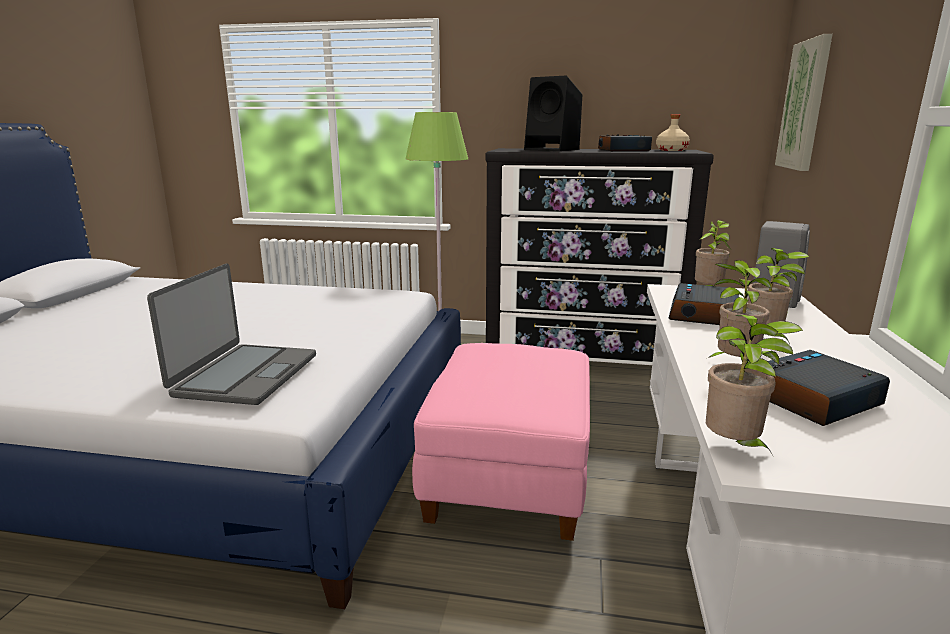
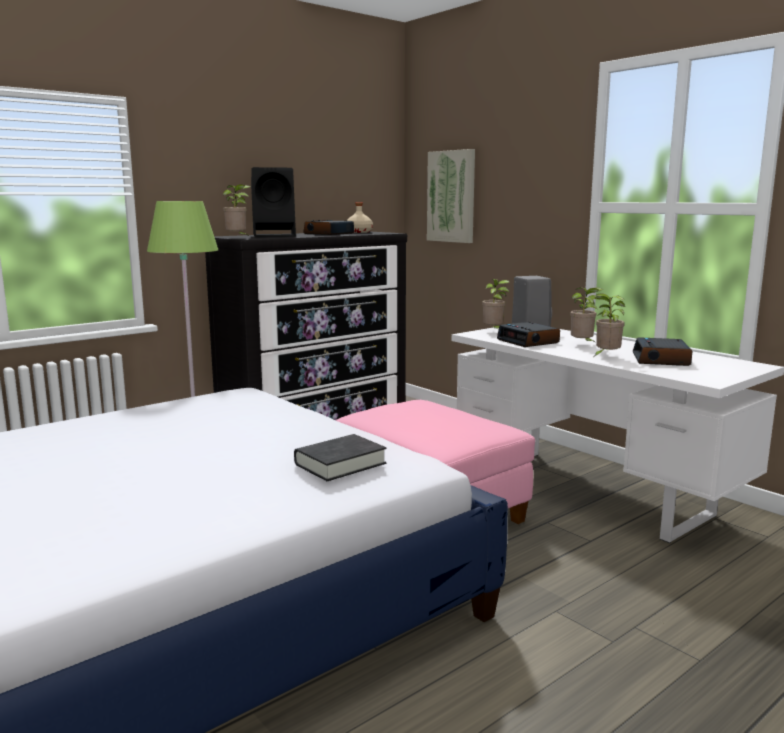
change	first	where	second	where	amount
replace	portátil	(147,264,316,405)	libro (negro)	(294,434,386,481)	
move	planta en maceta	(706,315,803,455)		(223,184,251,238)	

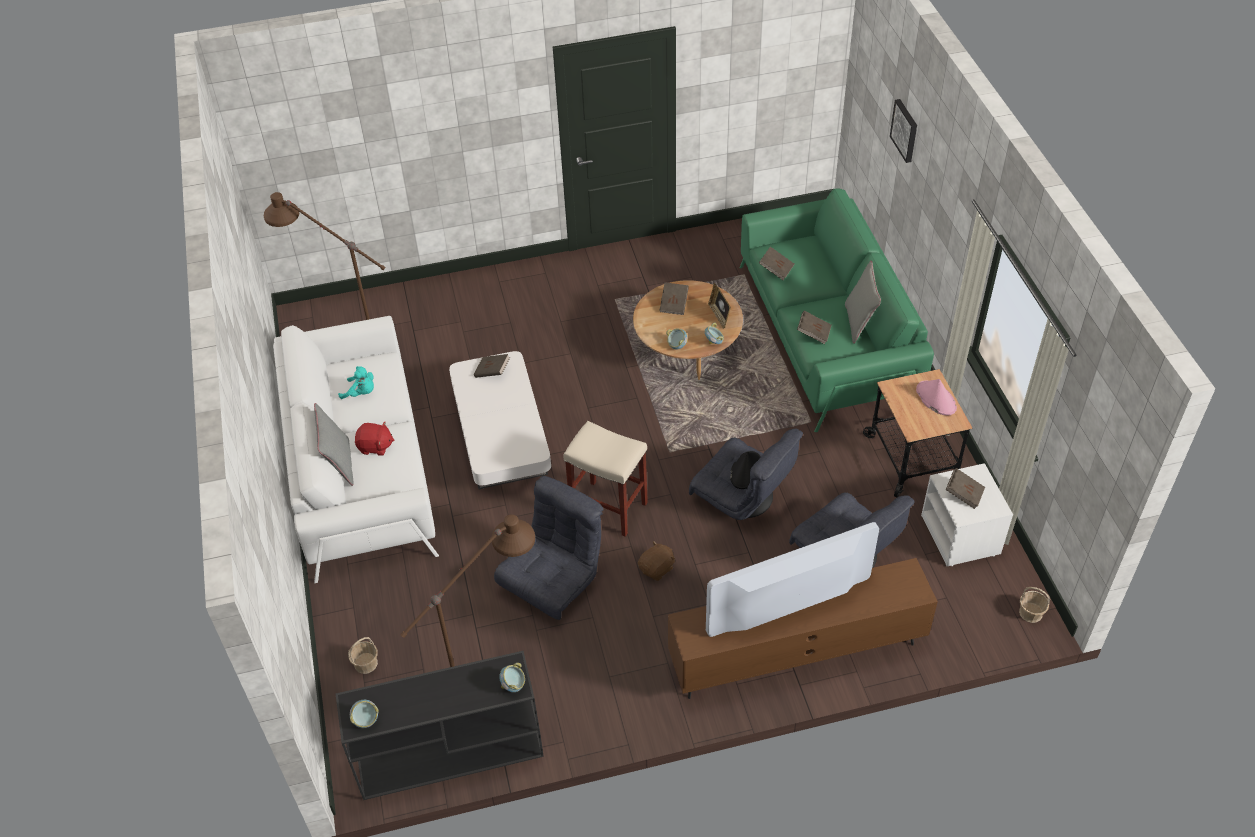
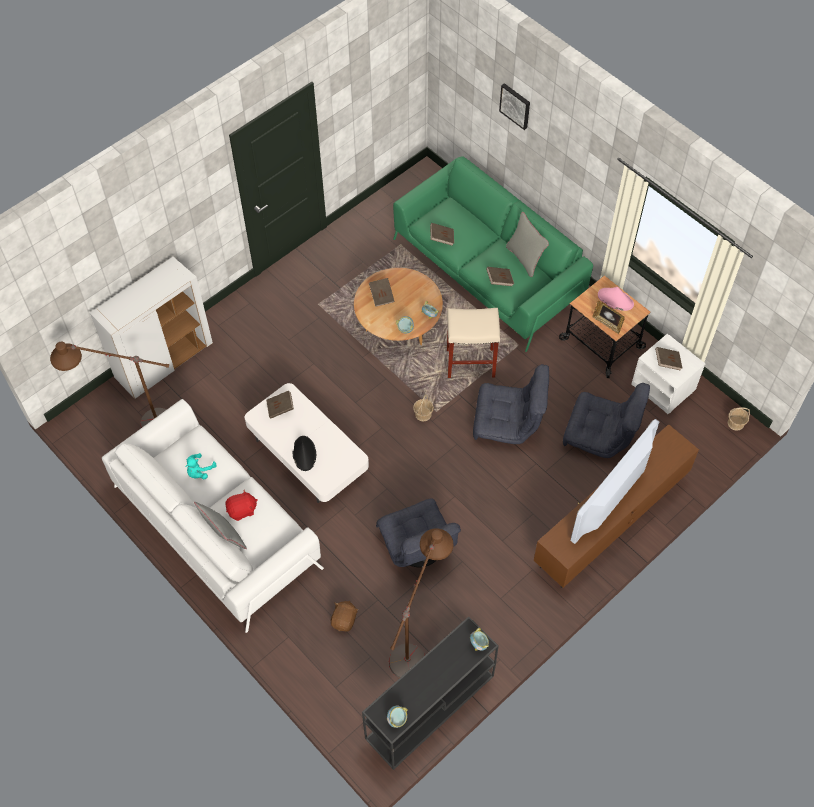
change	first	where	second	where	amount
rotate	peluche (turquesa)	(338,366,374,399)		(185,453,217,479)	135 degrees clockwise
move	cesta	(348,637,378,674)		(413,394,434,422)	
rotate	sillón (gris)	(494,476,603,620)		(376,498,461,567)	150 degrees clockwise
move	taburete (beis)	(563,421,648,537)		(447,308,500,378)	
move	peluche (marrón)	(638,541,675,581)		(331,601,358,631)	
move	portarretratos	(708,283,731,329)		(592,301,625,334)	
move	sombrero (negro)	(730,451,760,489)		(293,436,316,471)	
insert			armario (blanco)	(90,257,213,399)	

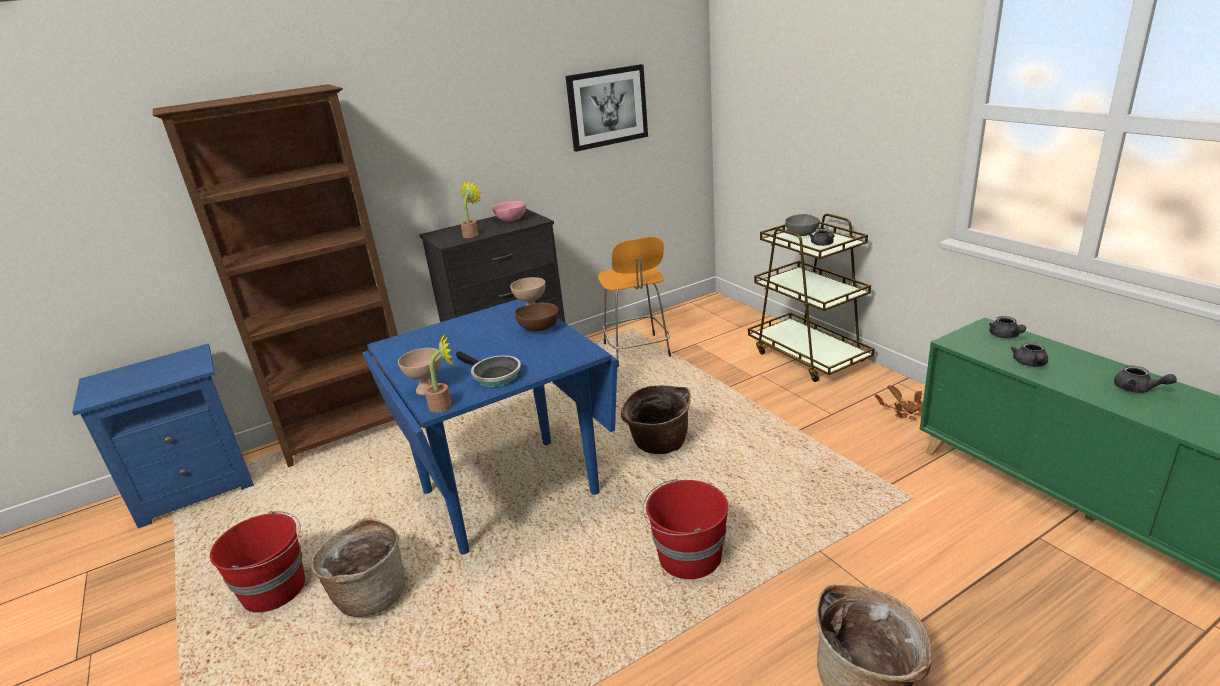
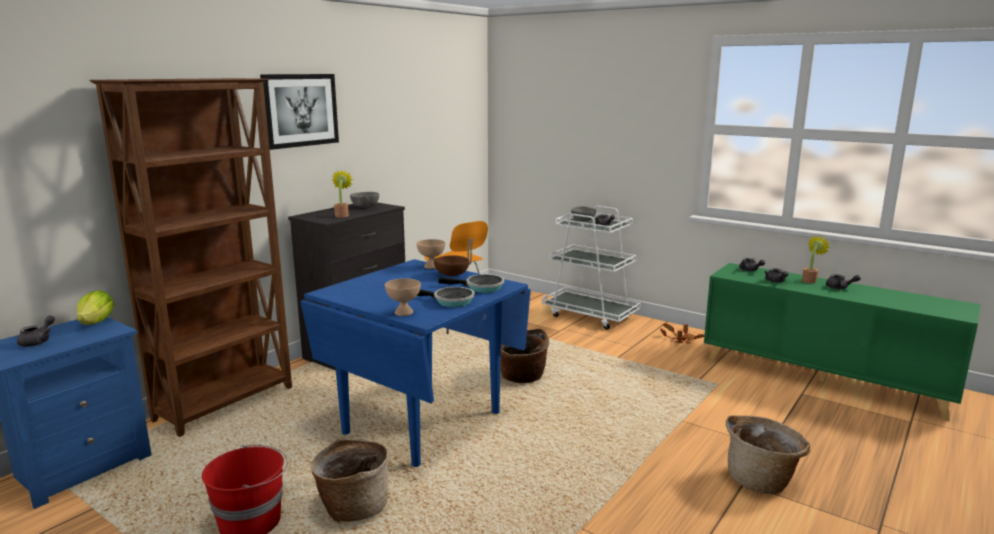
change	first	where	second	where	amount
move	planta en maceta	(425,332,454,413)		(802,235,830,283)	
recolor	cuenco (rosa)	(492,201,526,221)	cuenco (gris)	(350,192,379,208)	
move	cuadro	(565,64,648,152)		(260,74,339,150)	
delete	cubo (rojo)	(642,479,728,579)			
recolor	carrito (marrón)	(748,213,875,382)	carrito (blanco)	(542,206,641,330)	
insert			tetera (gris)	(17,315,55,347)	
insert			lechuga	(77,290,114,325)	
insert			sartén	(438,274,504,293)	

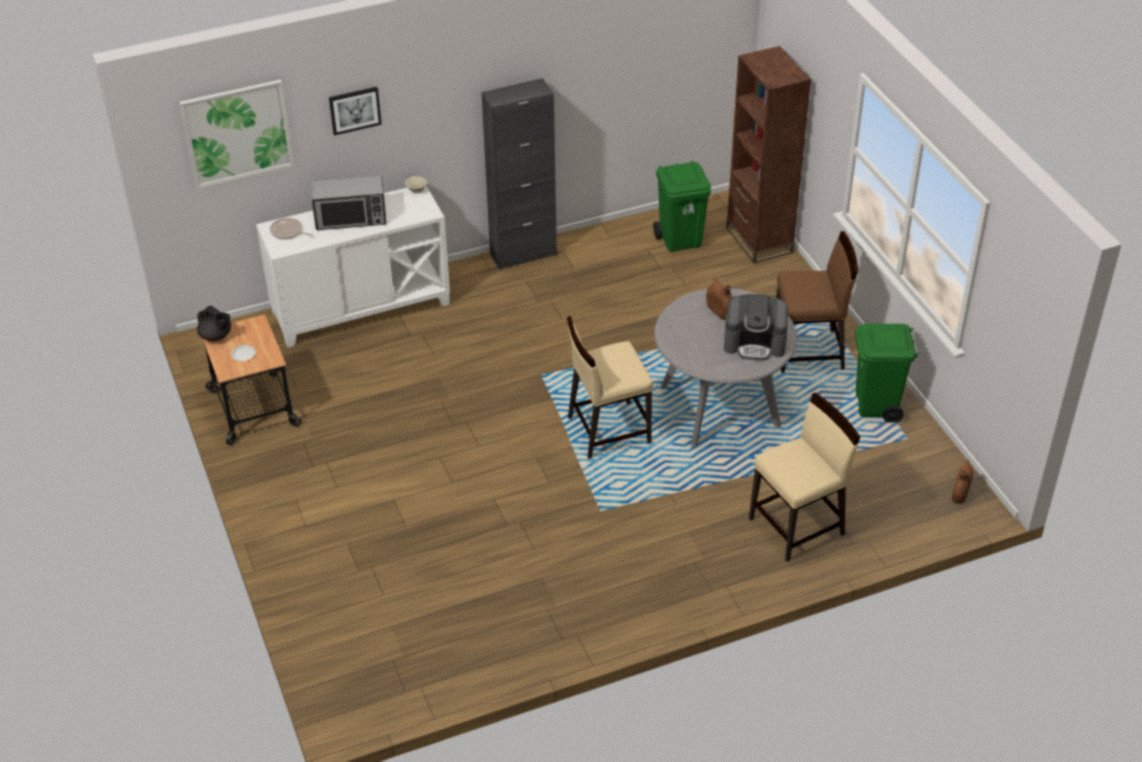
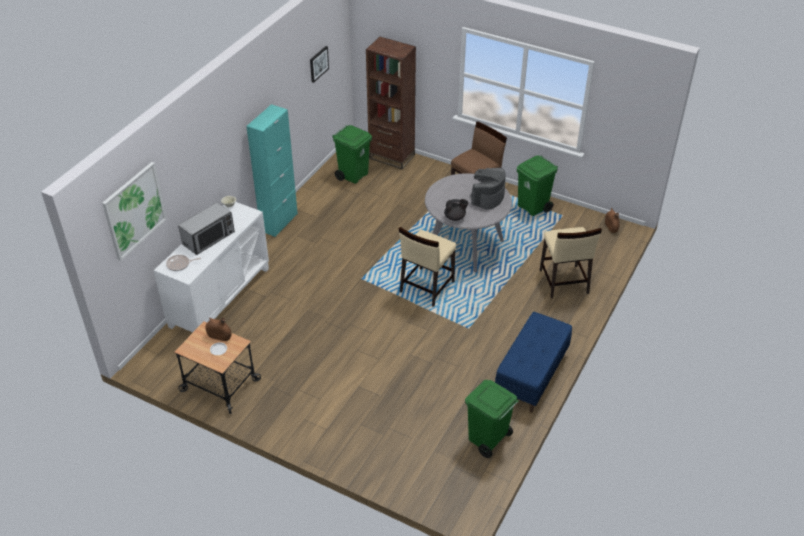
change	first	where	second	where	amount
move	tetera (negro)	(197,306,231,341)		(444,199,468,221)	
move	cuadro	(329,87,382,136)		(310,46,329,83)	
recolor	armario (negro)	(482,78,557,270)	armario (turquesa)	(246,104,298,237)	
move	florero (marrón)	(706,278,733,320)		(206,317,231,341)	
rotate	cafetera	(724,294,788,360)		(471,168,506,209)	150 degrees clockwise
rotate	silla (beis)	(749,393,860,562)		(540,227,602,298)	150 degrees clockwise
insert			papelera (verde)	(465,380,519,458)	
insert			banco (azul)	(495,312,572,412)	

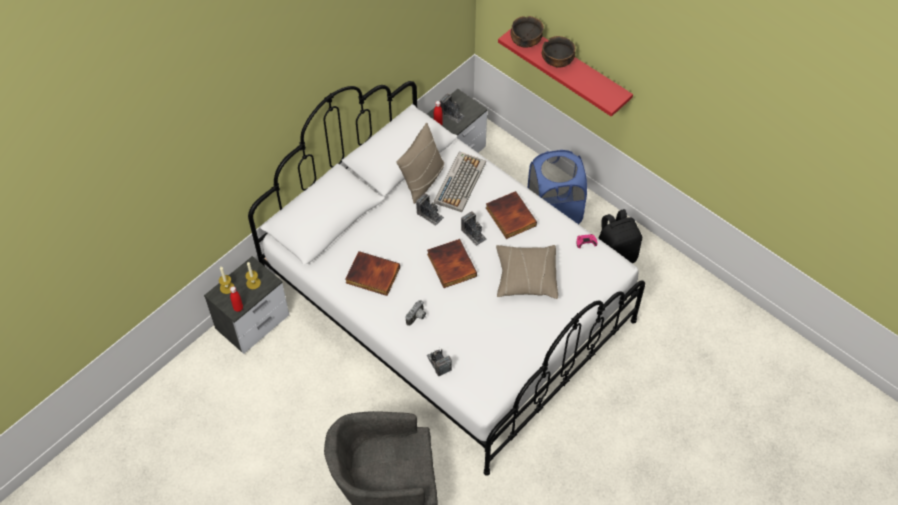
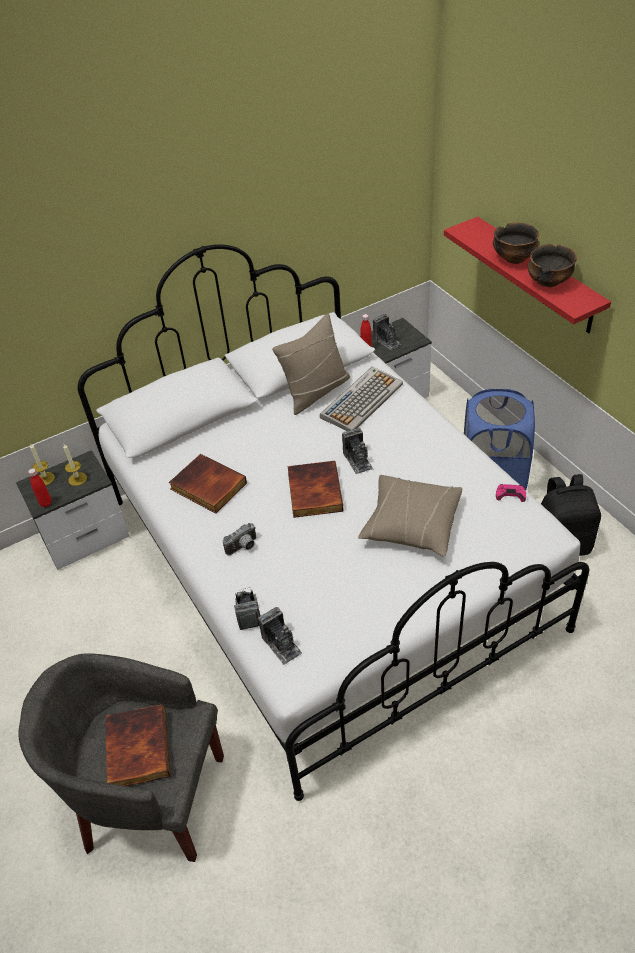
change	first	where	second	where	amount
move	cámara	(416,193,444,226)		(258,607,302,665)	
move	libro	(486,191,537,239)		(105,704,170,786)	
move	cuenco	(510,16,544,48)		(528,244,577,287)	

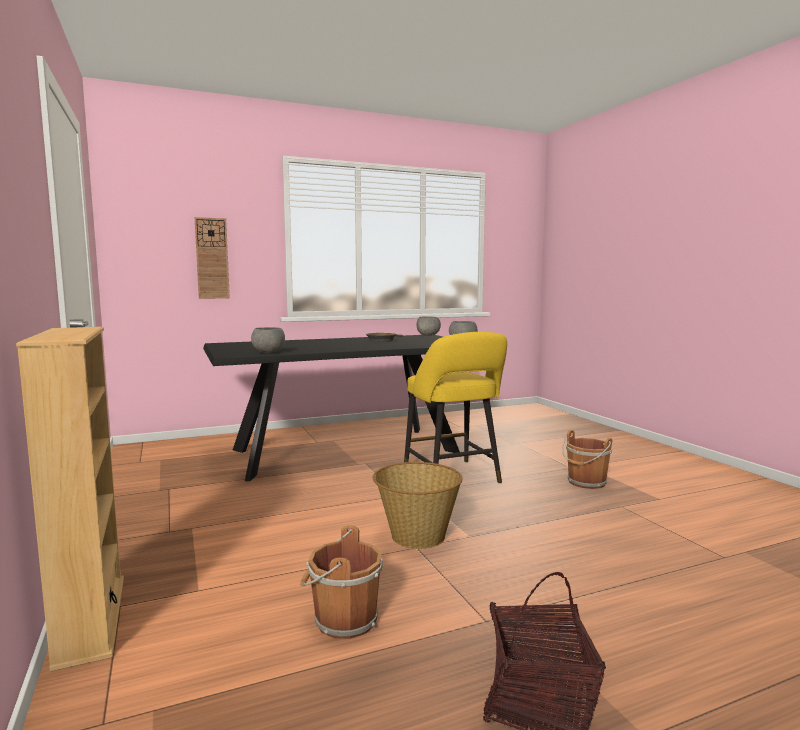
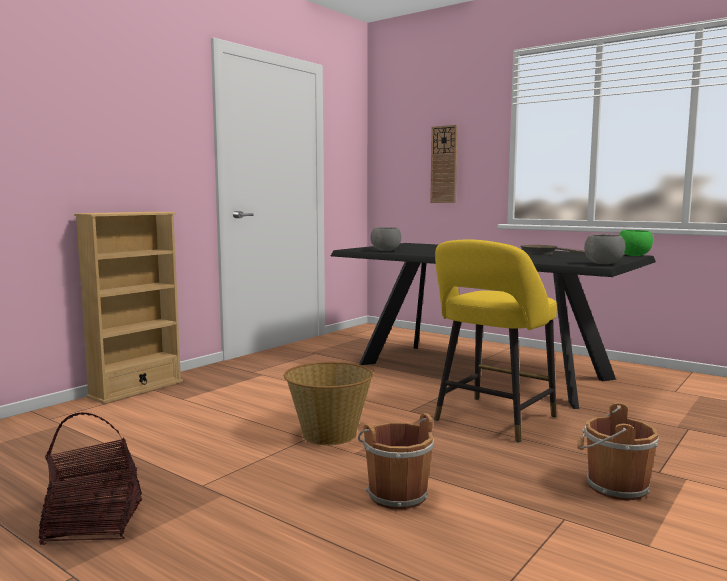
change	first	where	second	where	amount
move	cubo (marrón)	(300,525,383,639)		(358,413,434,509)	
recolor	cuenco (gris)	(416,316,441,336)	cuenco (verde)	(619,230,653,256)	

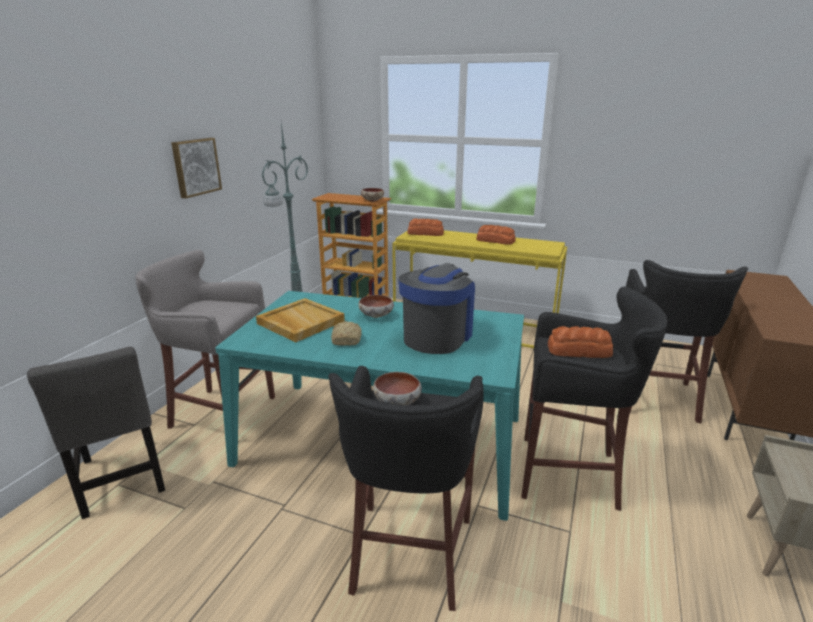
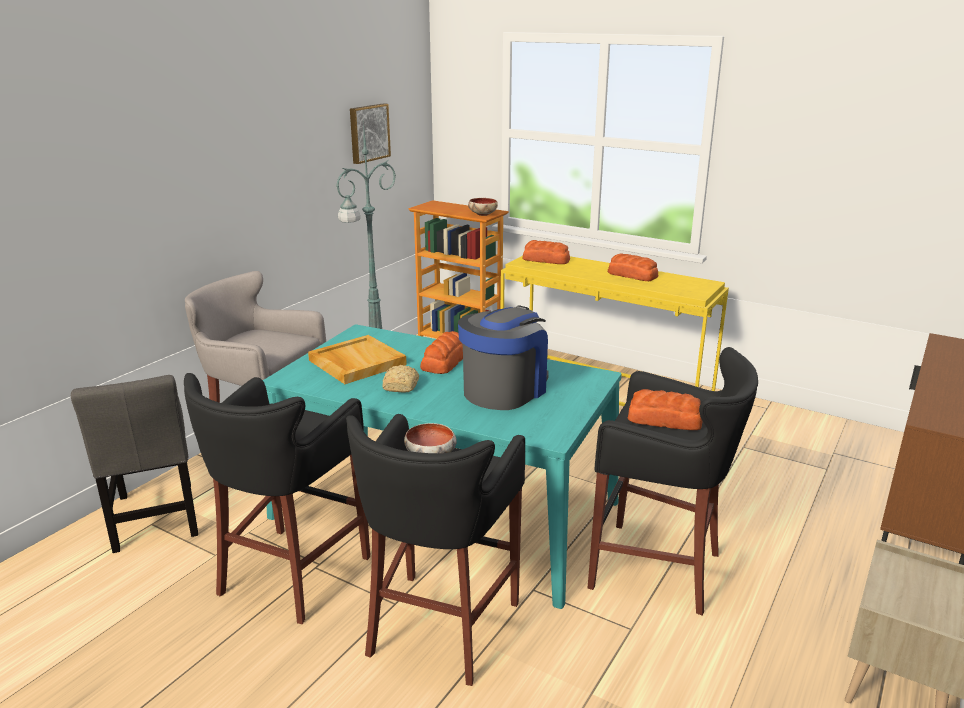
change	first	where	second	where	amount
move	cuadro	(171,138,222,198)		(350,103,391,164)	
replace	cuenco	(358,295,394,318)	pan	(420,331,463,374)	
move	taburete (negro)	(626,260,748,423)		(184,373,370,624)	

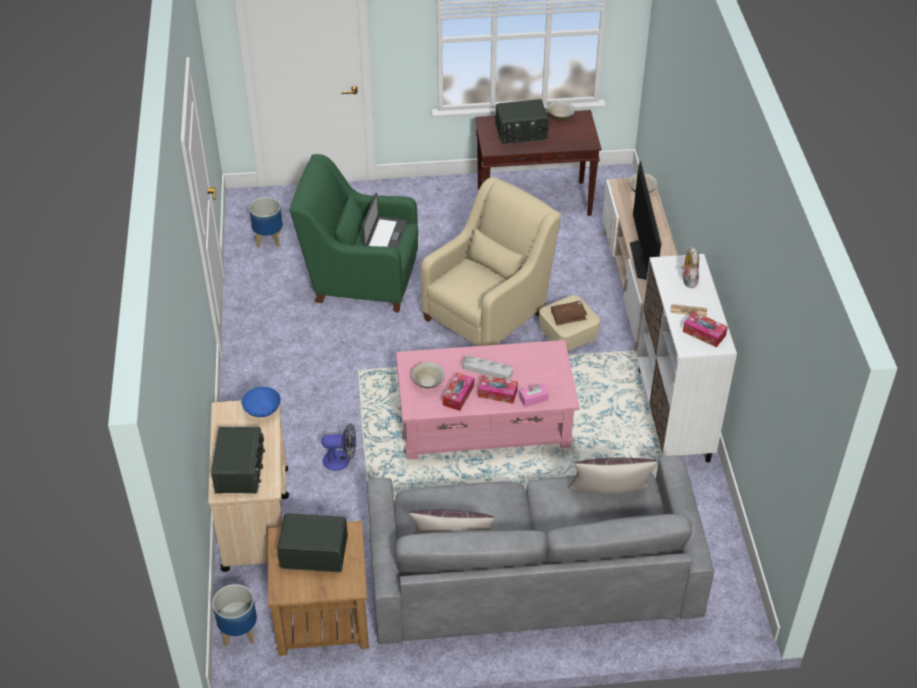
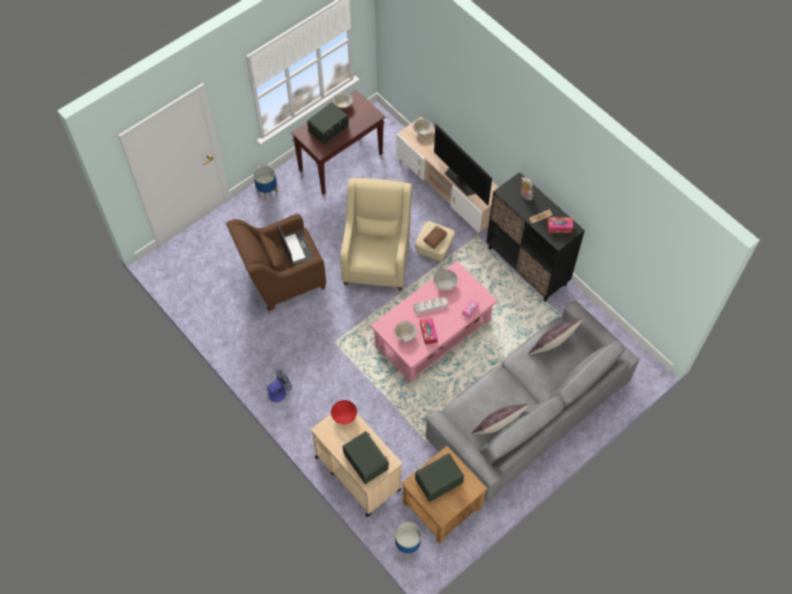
change	first	where	second	where	amount
recolor	cuenco (azul)	(242,387,281,417)	cuenco (rojo)	(331,400,357,424)	
move	maceta	(249,197,283,247)		(253,165,278,200)	
recolor	sillón (verde)	(290,154,418,313)	sillón (marrón)	(226,214,326,311)	
move	ventilador	(322,423,356,471)		(267,370,292,402)	
delete	caja de pañuelos	(478,375,518,404)			
recolor	armario (blanco)	(637,254,737,463)	armario (negro)	(486,172,585,302)	
insert			cuenco (gris)	(434,269,457,290)	

